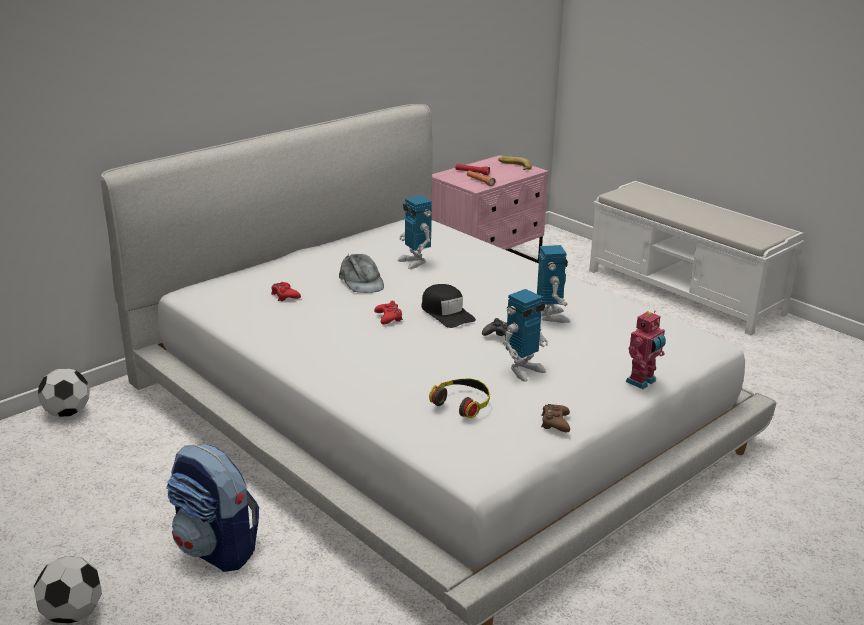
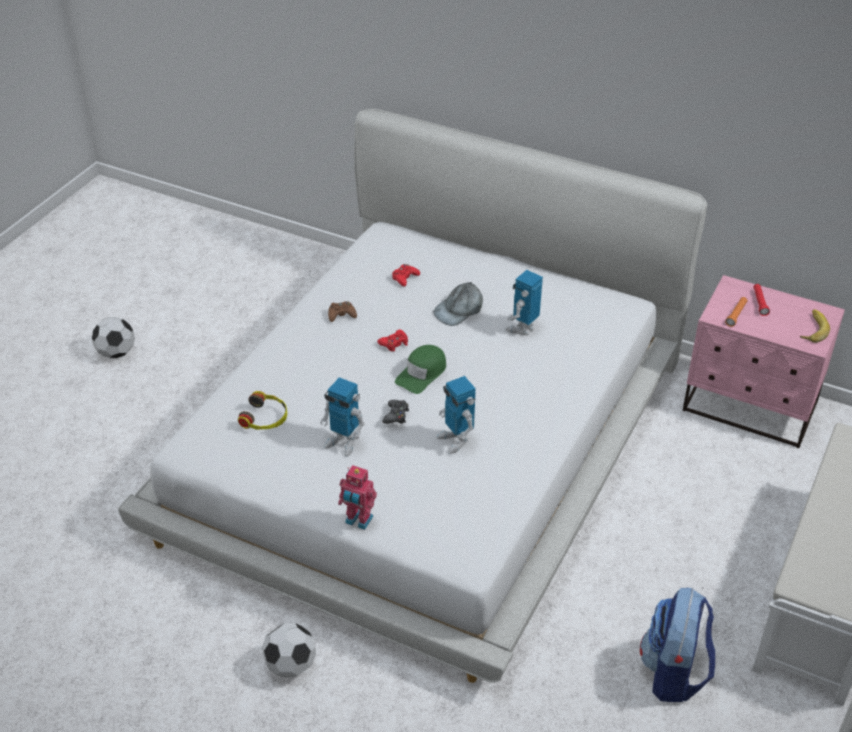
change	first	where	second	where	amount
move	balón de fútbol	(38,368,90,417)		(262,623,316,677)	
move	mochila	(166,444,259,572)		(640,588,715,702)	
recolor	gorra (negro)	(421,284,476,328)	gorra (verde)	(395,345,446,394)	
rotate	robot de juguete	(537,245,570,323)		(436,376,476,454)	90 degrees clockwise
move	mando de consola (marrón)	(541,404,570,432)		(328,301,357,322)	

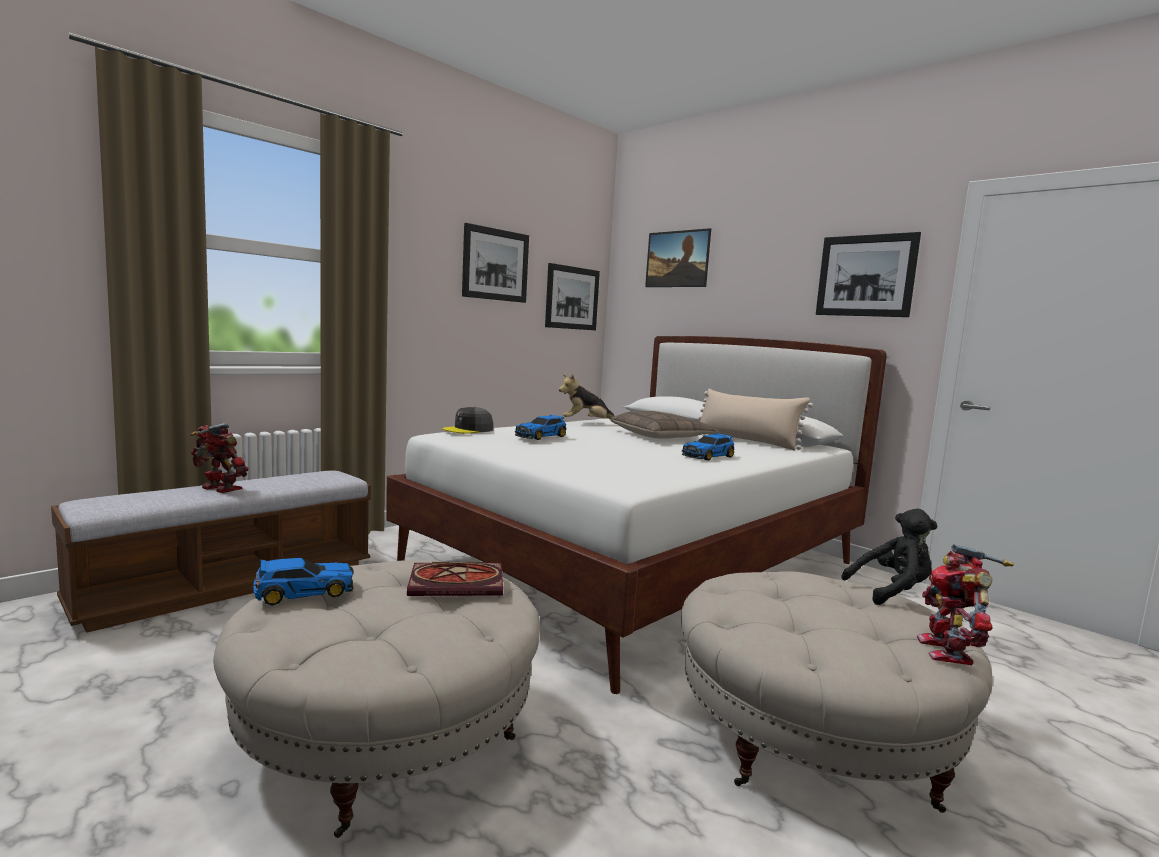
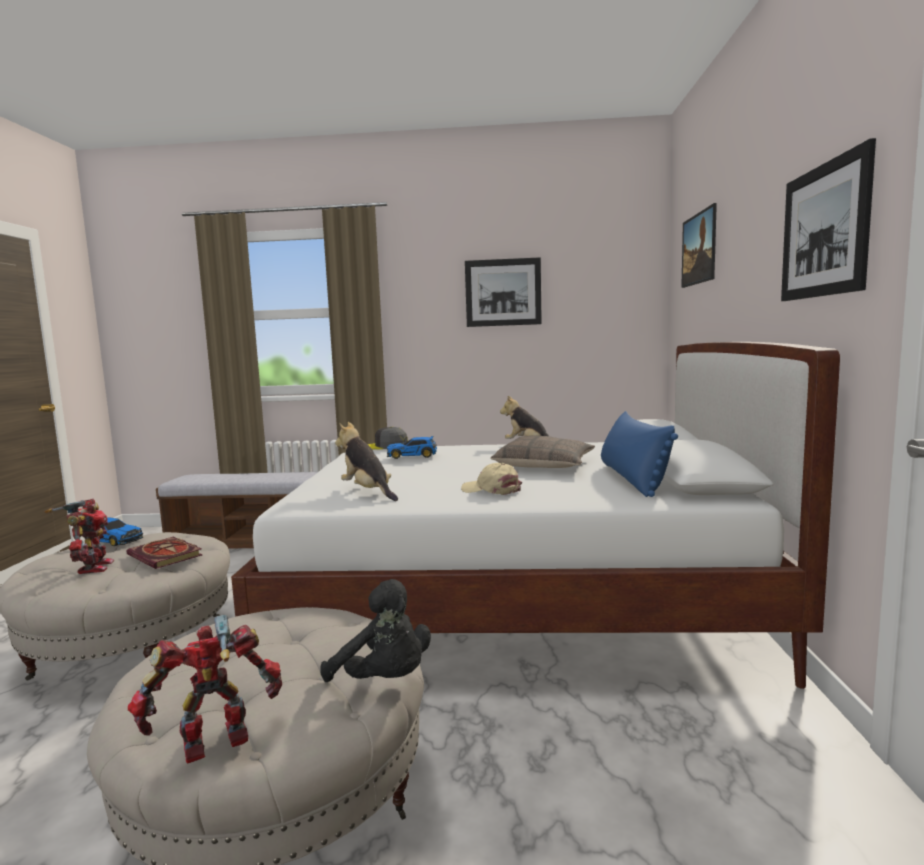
change	first	where	second	where	amount
move	robot de juguete	(190,423,248,493)		(45,499,114,574)	
delete	cuadro	(545,263,600,330)			
replace	coche de juguete	(682,433,735,461)	gorra (beis)	(461,463,522,495)	
recolor	cojín (beis)	(699,389,813,450)	cojín (azul)	(601,411,678,497)	
insert			peluche	(335,422,398,501)	

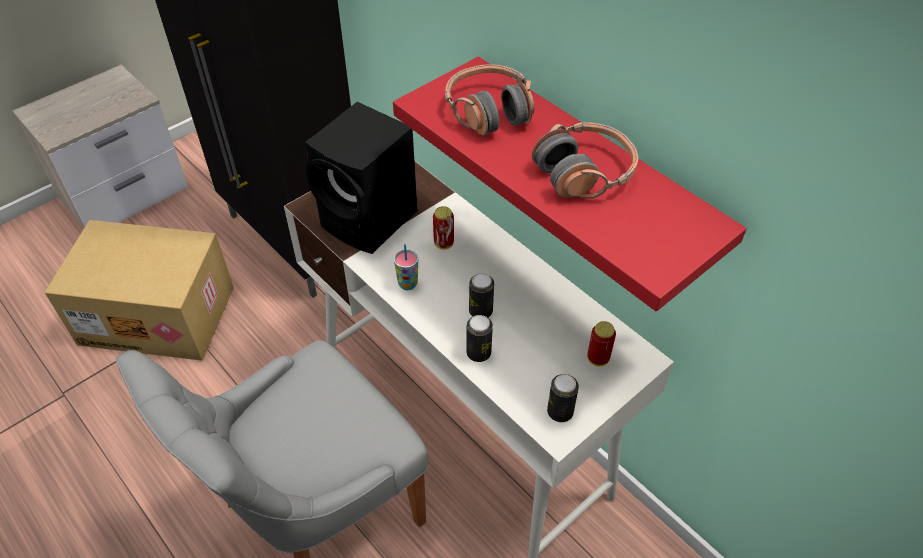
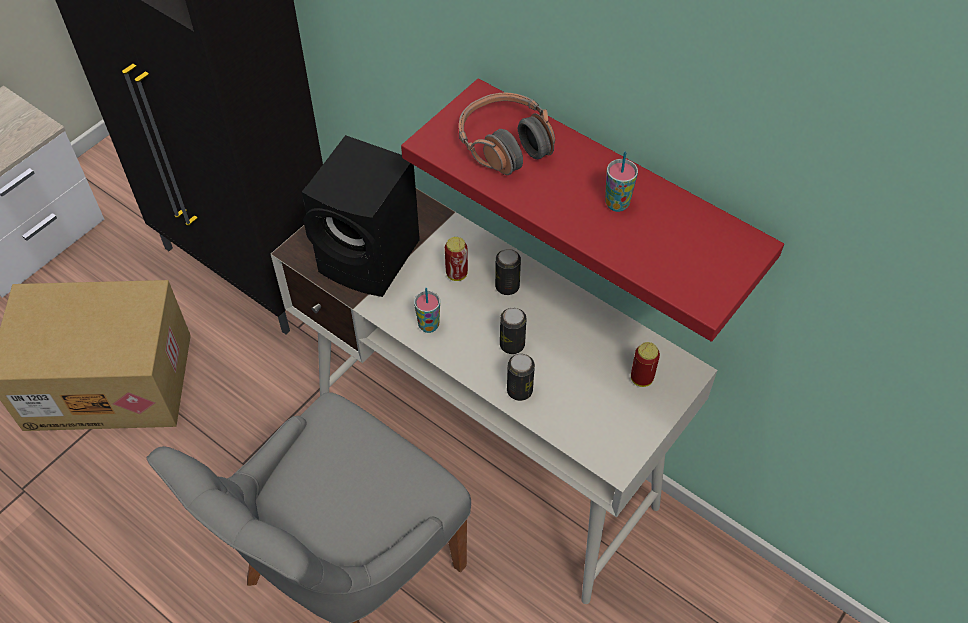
change	first	where	second	where	amount
replace	auriculares	(532,122,638,198)	taza	(605,151,638,212)	
move	lata	(547,374,579,422)		(495,249,521,295)	

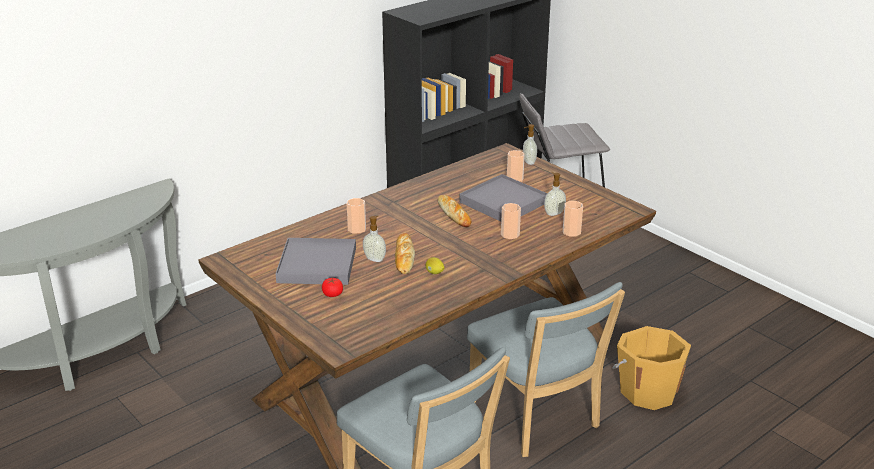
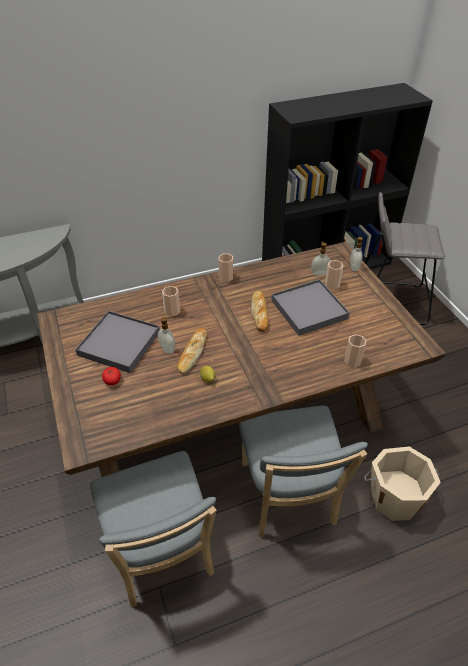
change	first	where	second	where	amount
move	taza	(501,203,521,239)		(218,254,233,282)	
move	dispensador de jabón	(544,173,566,216)		(311,242,331,276)	
recolor	cubo (naranja)	(612,326,691,410)	cubo (beis)	(364,447,441,521)	

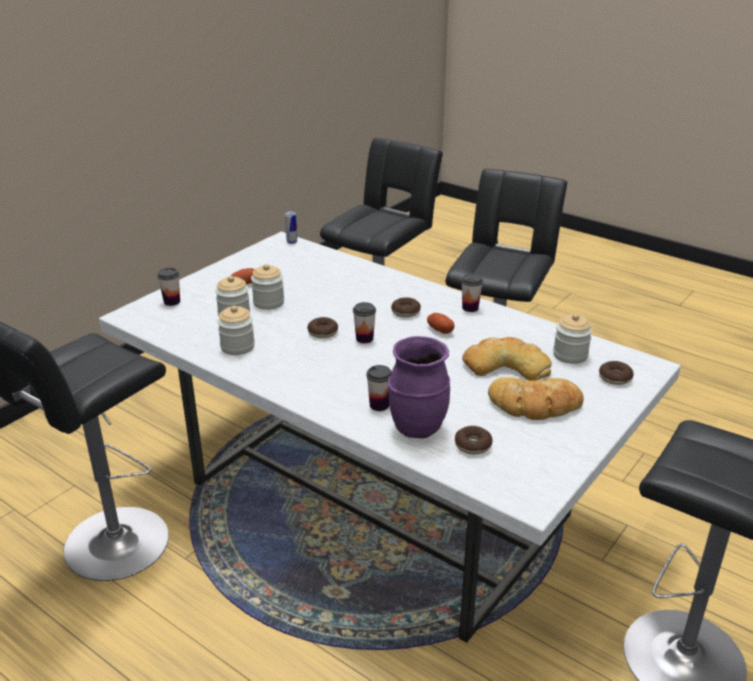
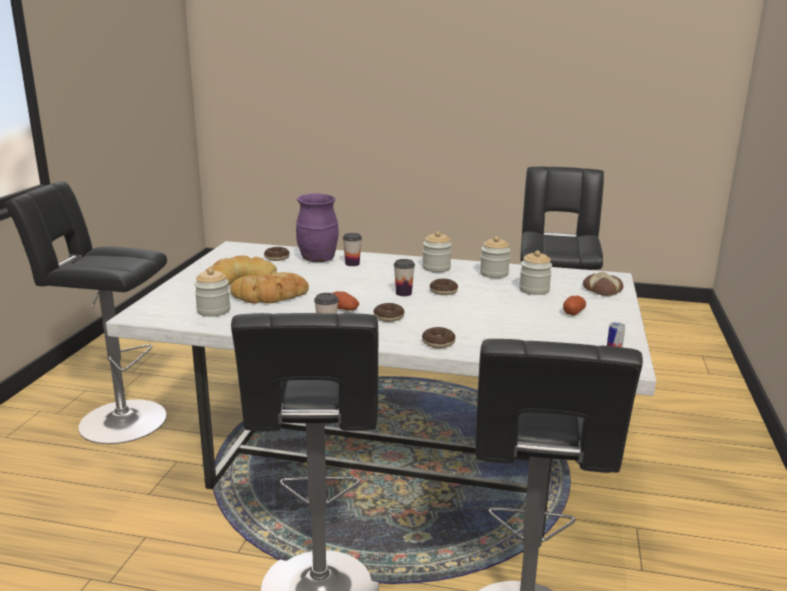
change	first	where	second	where	amount
replace	taza	(157,268,180,306)	pan	(583,272,623,296)	
move	tarro	(251,264,284,310)		(423,231,452,272)	
move	rosquilla	(599,361,634,385)		(422,327,455,348)	

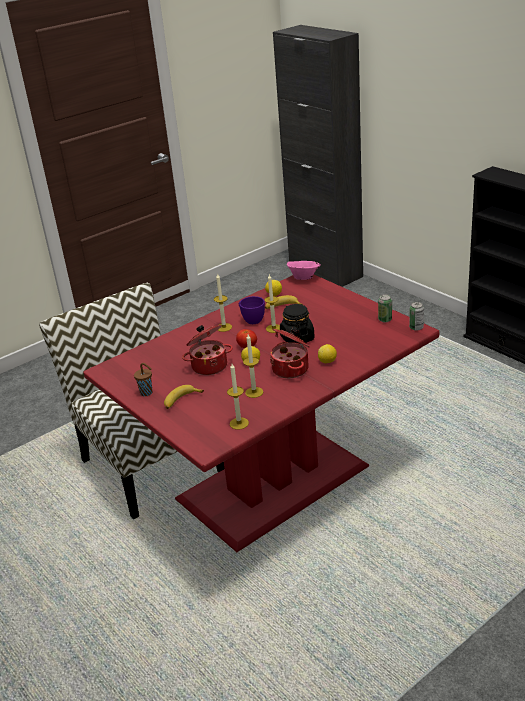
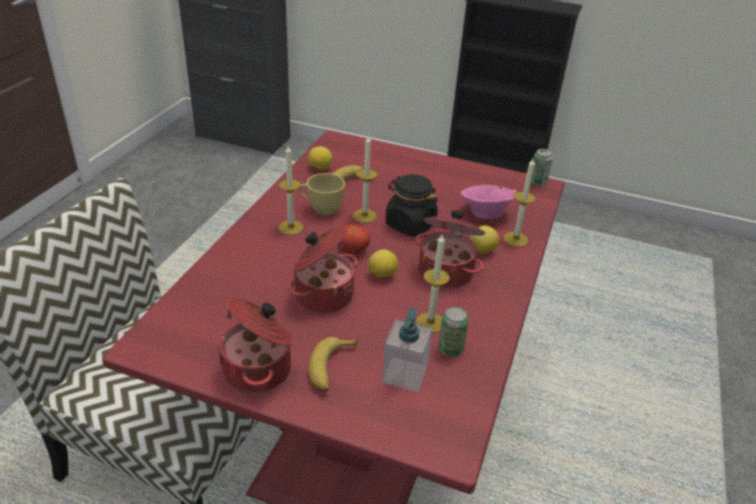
change	first	where	second	where	amount
replace	taza (marrón)	(134,363,152,396)	olla	(217,297,292,393)	
move	vela	(227,364,249,430)		(503,159,536,247)	
recolor	taza (morado)	(239,296,265,324)	taza (amarillo)	(298,173,345,216)	
move	cuenco (rosa)	(287,261,321,280)		(460,185,517,219)	
move	lata	(378,294,392,322)		(438,306,469,357)	
insert			dispensador de jabón	(382,308,432,392)	

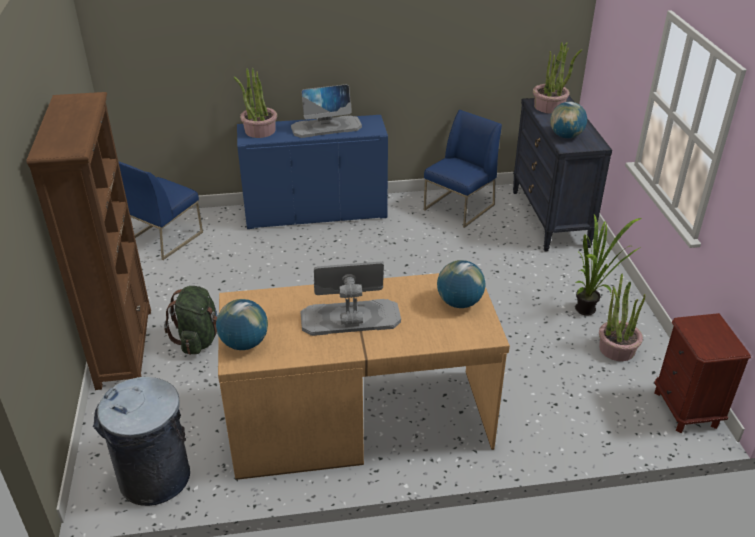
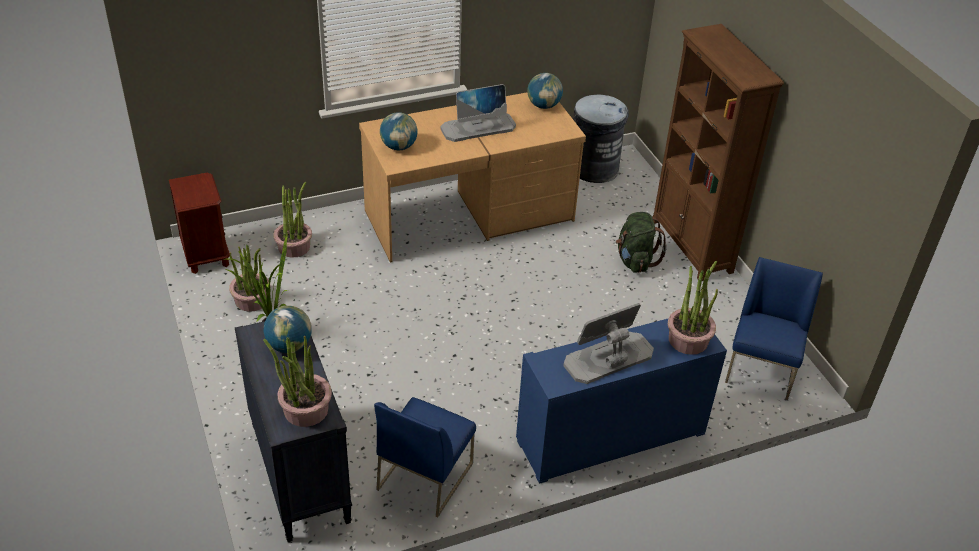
change	first	where	second	where	amount
insert			planta en maceta	(273,182,312,258)	

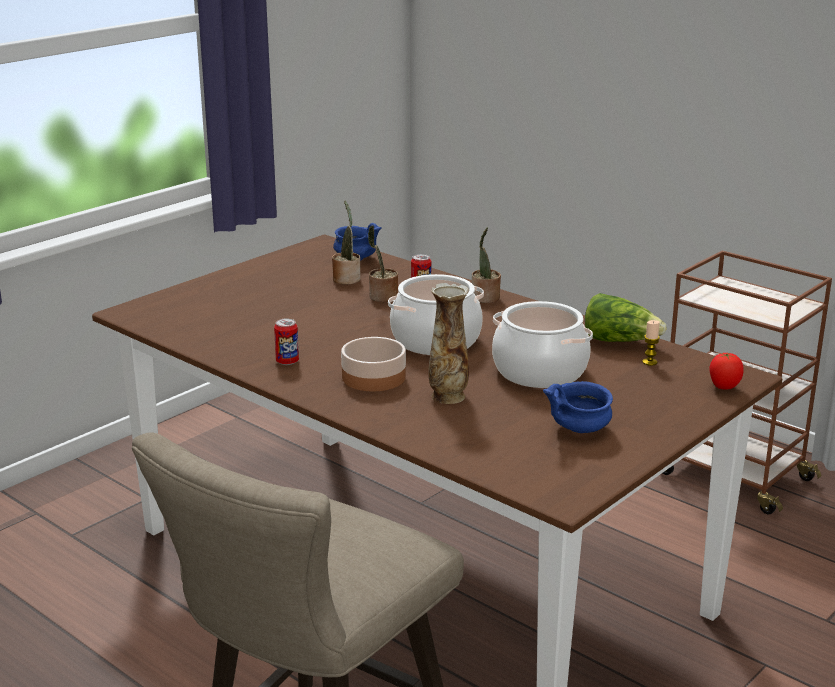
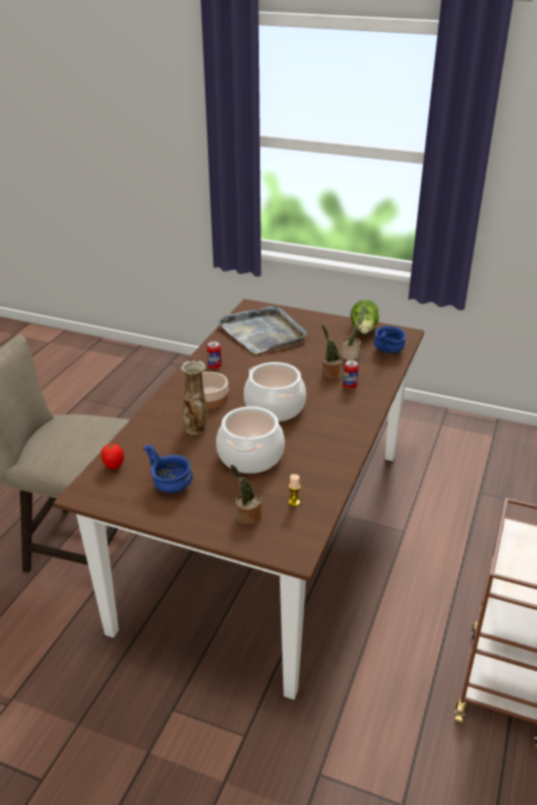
change	first	where	second	where	amount
move	planta en maceta	(472,227,501,303)		(230,465,262,526)	
move	lechuga	(585,293,667,342)		(350,300,379,334)	
move	tomate	(709,353,744,390)		(101,443,124,469)	
insert			bandeja (gris)	(217,305,307,354)	

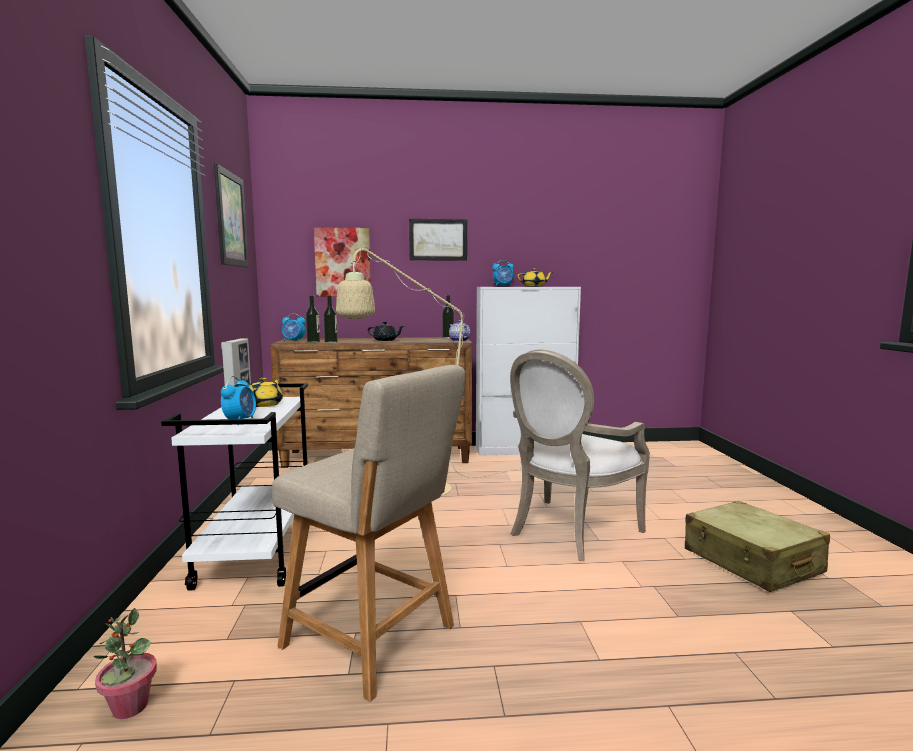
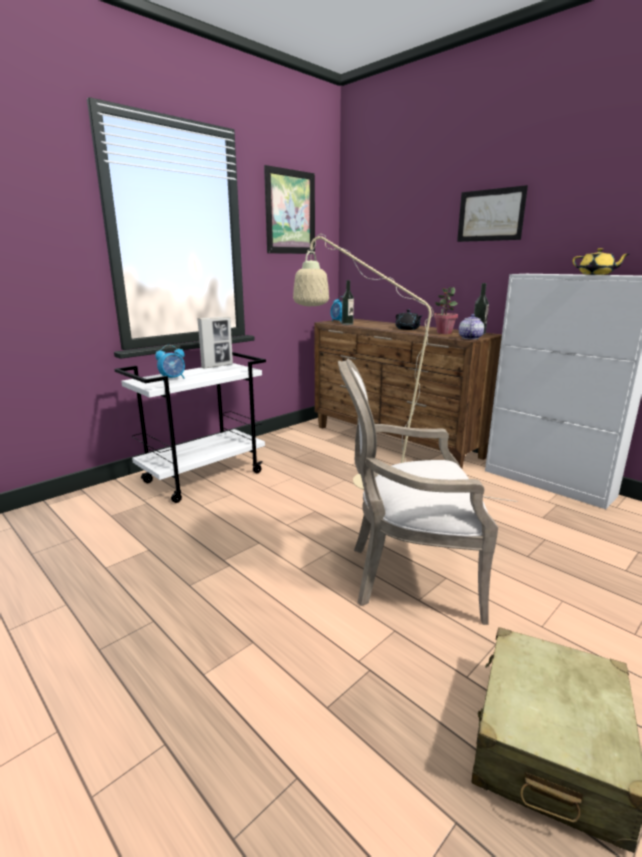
change	first	where	second	where	amount
move	planta en maceta	(93,608,157,719)		(434,287,458,334)	
delete	tetera (amarillo)	(249,378,283,407)			
delete	silla (beis)	(272,365,465,702)			
delete	cuadro	(314,227,371,297)			
delete	botella	(324,296,338,343)			
delete	despertador	(492,260,514,286)			

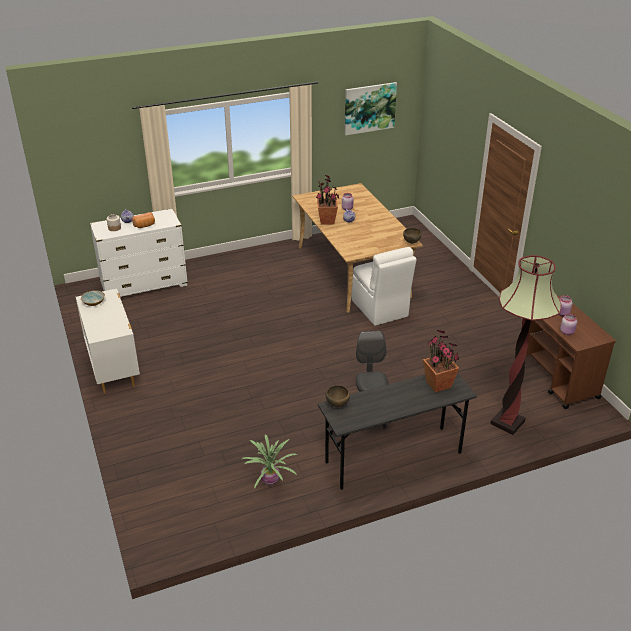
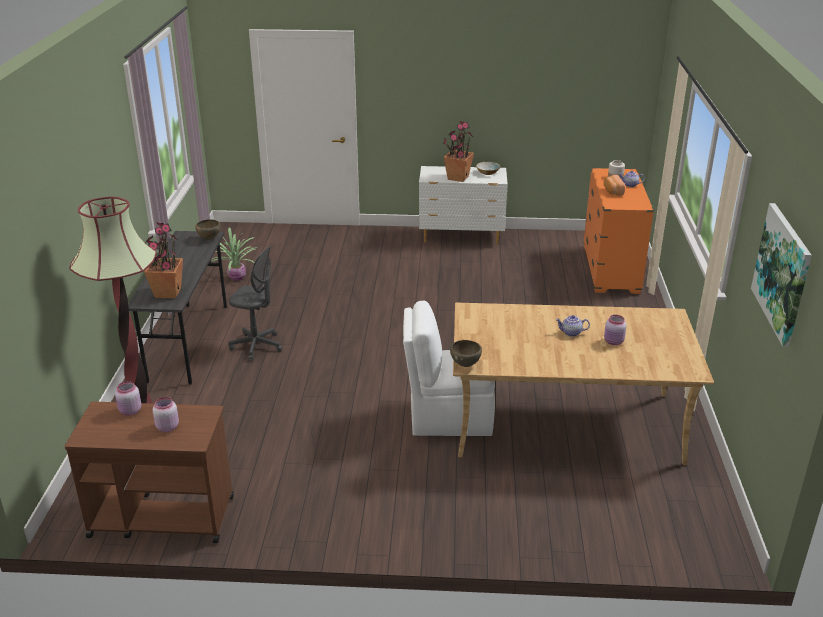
change	first	where	second	where	amount
recolor	cómoda (blanco)	(90,208,188,297)	cómoda (naranja)	(583,168,654,294)	
move	planta en maceta	(316,175,339,225)		(443,121,474,182)	

